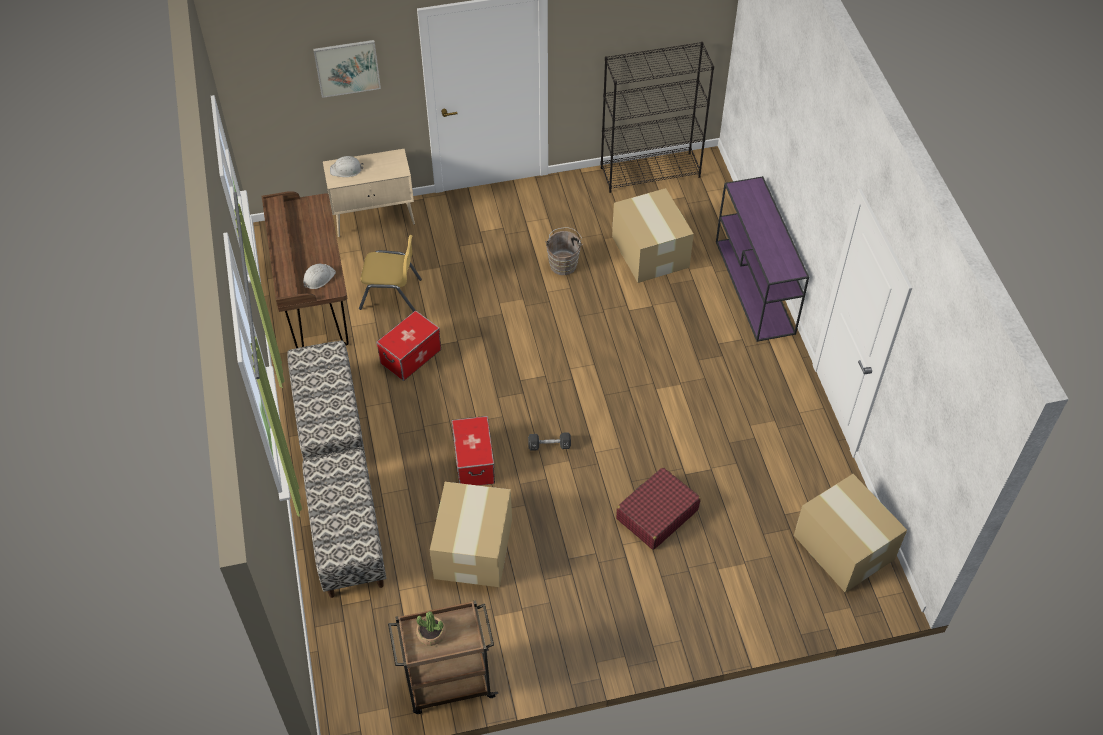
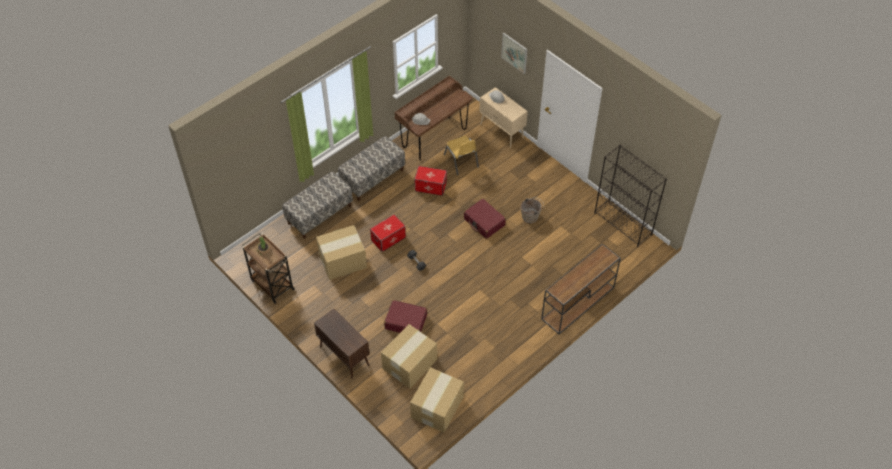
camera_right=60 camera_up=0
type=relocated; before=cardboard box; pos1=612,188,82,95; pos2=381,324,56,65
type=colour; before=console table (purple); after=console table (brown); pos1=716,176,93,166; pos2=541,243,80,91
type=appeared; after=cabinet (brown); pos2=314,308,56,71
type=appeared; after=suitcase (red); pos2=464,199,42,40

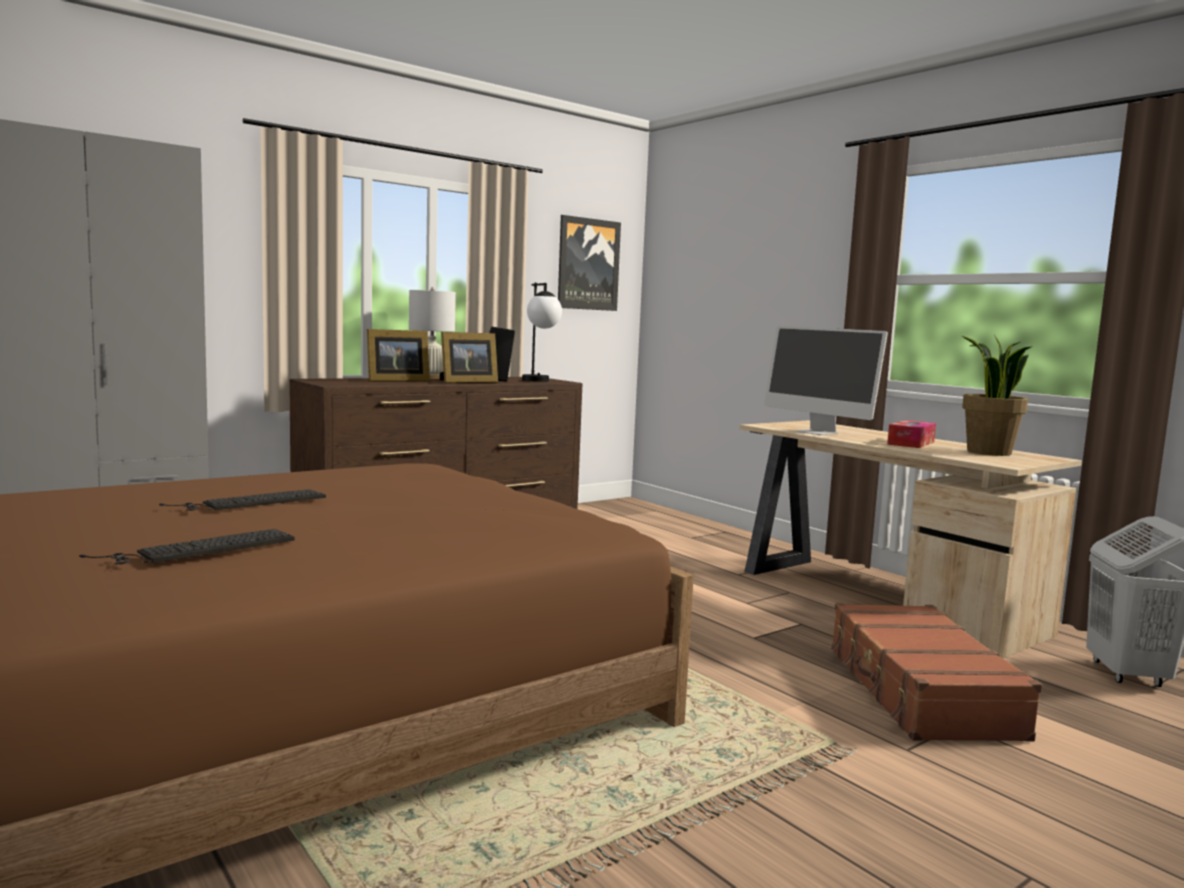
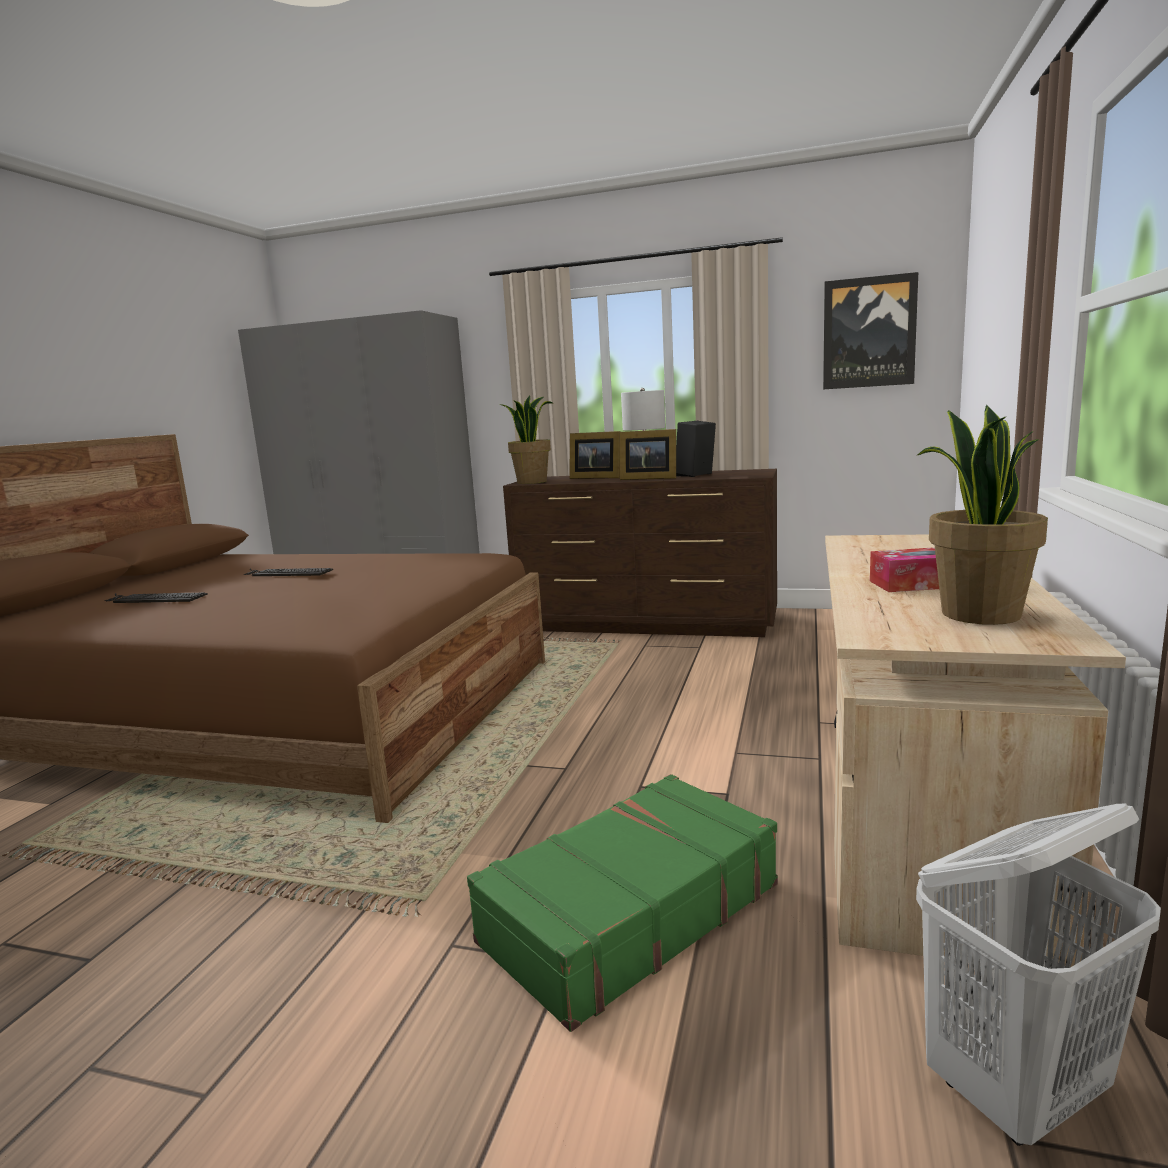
camera_right=55 camera_up=5
type=missing; before=table lamp; pos1=522,283,40,99
type=missing; before=monitor; pos1=764,326,124,109
type=colour; before=suitcase (brown); after=suitcase (green); pos1=830,603,212,139; pos2=467,774,311,258
type=appeared; after=potted plant; pos2=500,396,53,88

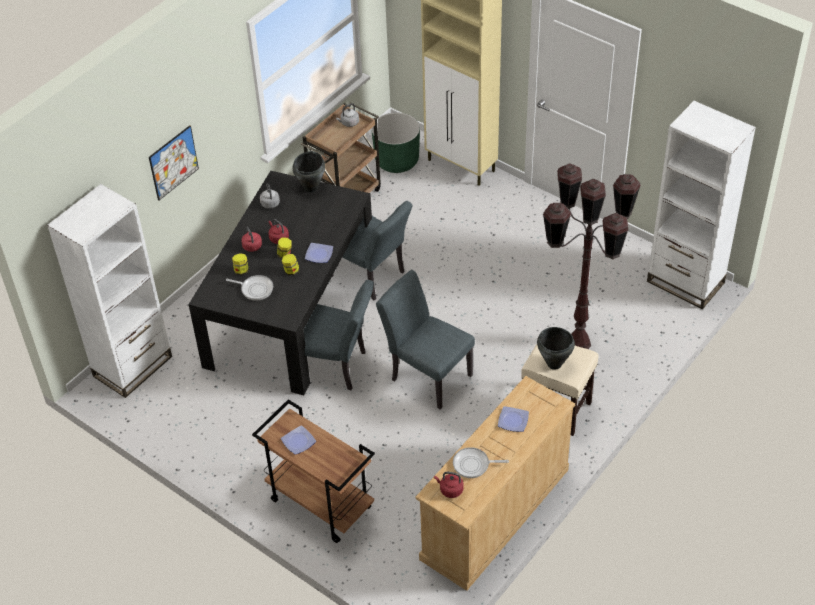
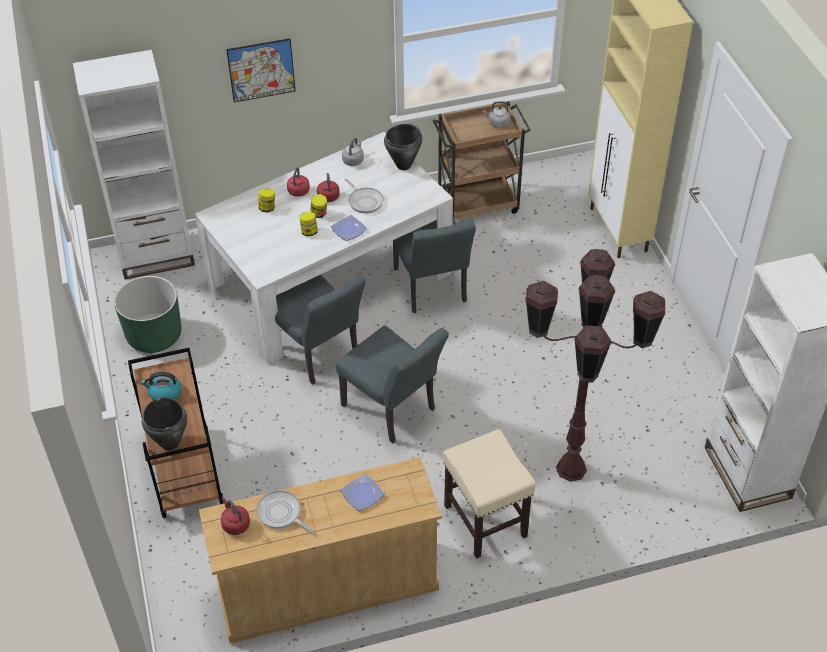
camera_right=35 camera_up=0
type=colour; before=dining table (black); after=dining table (white); pos1=188,171,184,224; pos2=195,132,258,232
type=relocated; before=frying pan; pos1=226,275,47,26; pos2=345,179,39,35
type=exchanged; before=plate; after=kettle; pos1=281,425,35,30; pos2=141,372,40,28
type=relocated; before=planter (green); pos1=371,113,49,60; pos2=114,276,67,77
type=spun; before=chair (grey); pos1=376,270,99,139; pos2=336,325,113,119; turn=150
type=relocated; before=cooking pot (black); pos1=537,327,38,43; pos2=142,397,45,53

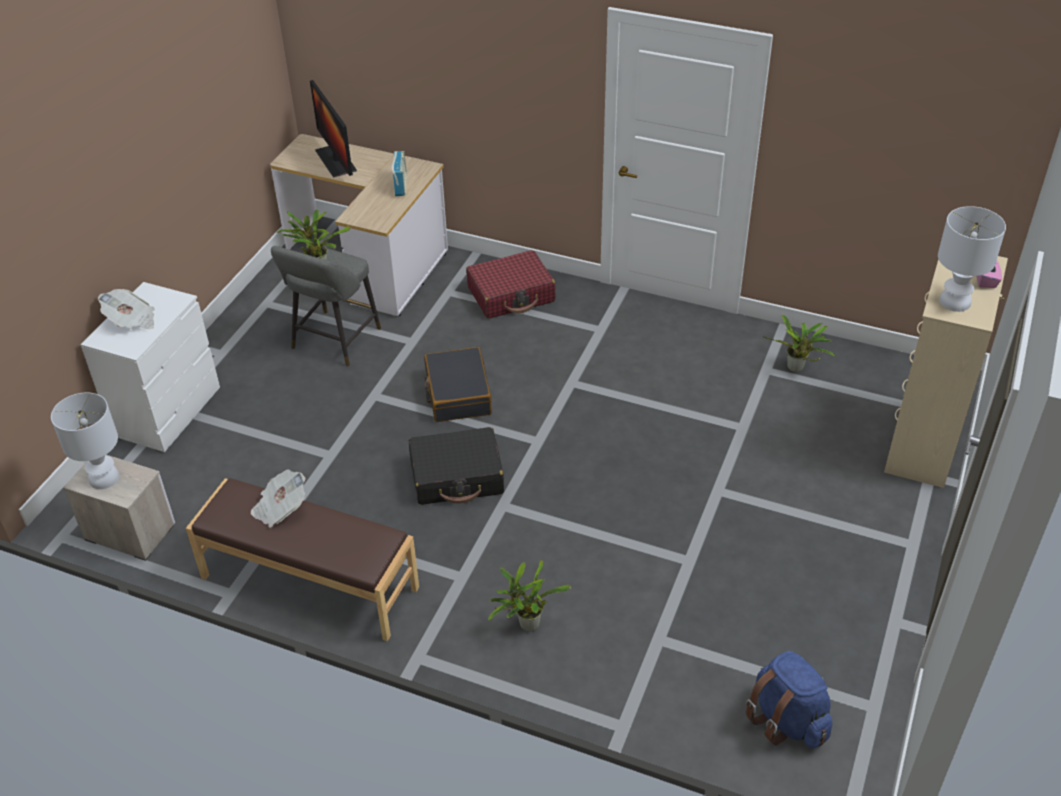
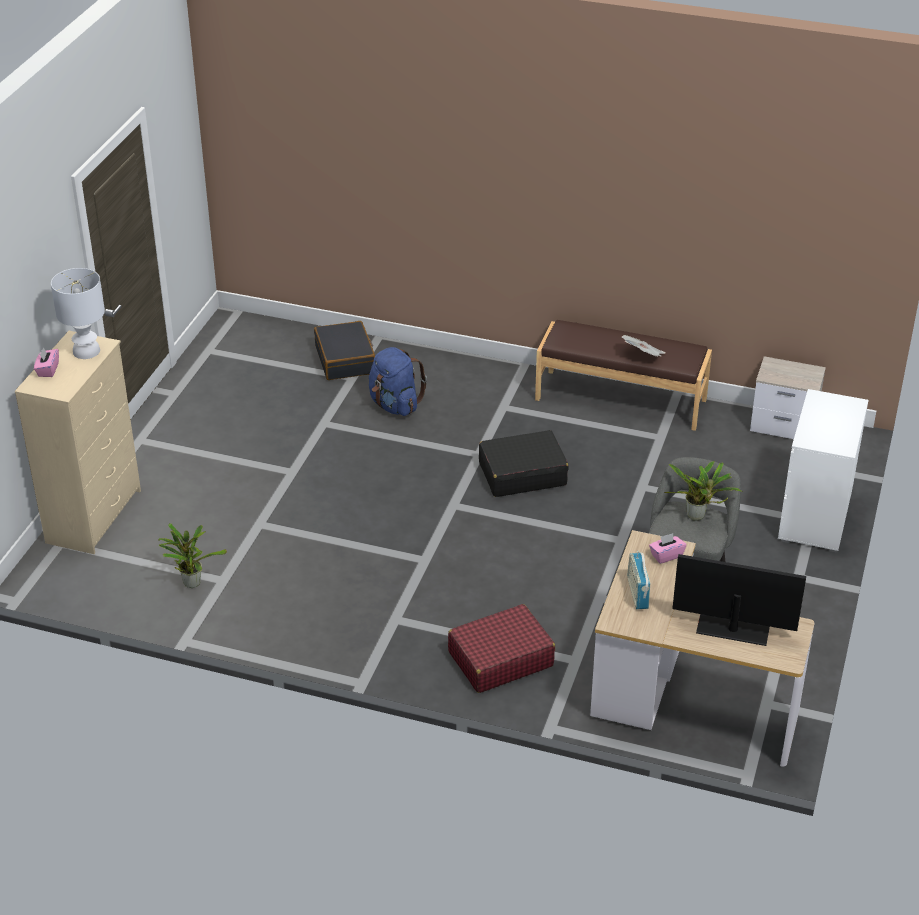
camera_right=175 camera_up=-5
type=missing; before=table lamp (white); pos1=51,392,69,97
type=missing; before=newspaper; pos1=98,289,57,40
type=spun; before=monitor; pos1=310,80,47,97; pos2=672,554,134,92; turn=-45
type=relocated; before=suitcase (black); pos1=424,347,68,75; pos2=314,321,61,59
type=missing; before=potted plant; pos1=488,560,83,71
type=relocated; before=backpack (blue); pos1=746,651,86,97; pos2=369,347,58,69
type=appeared; after=tissue box (pink); pos2=649,533,37,31

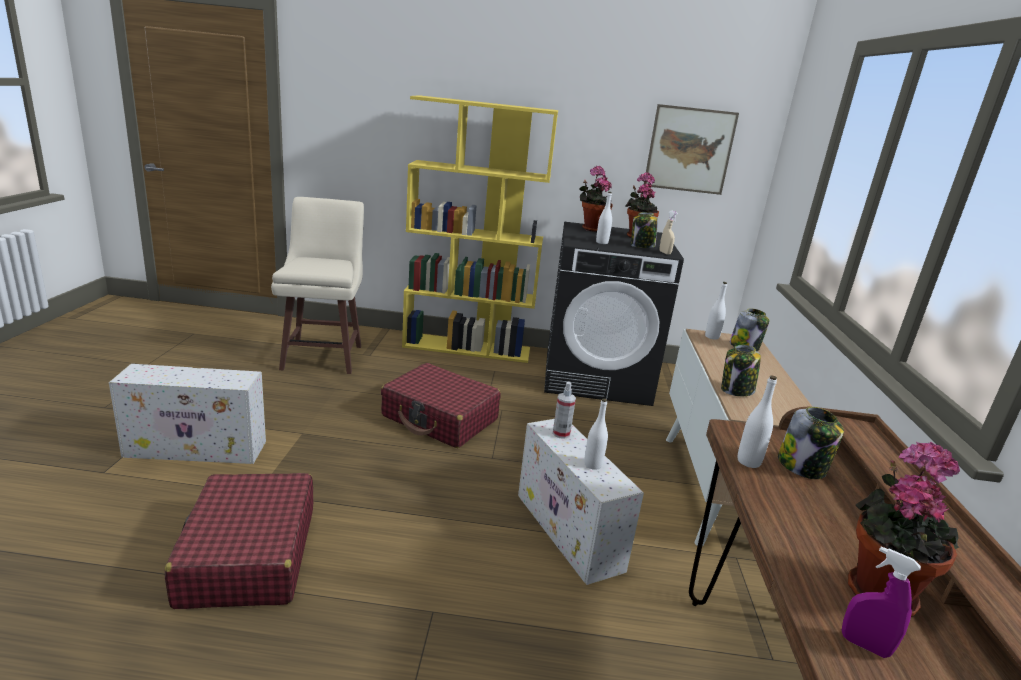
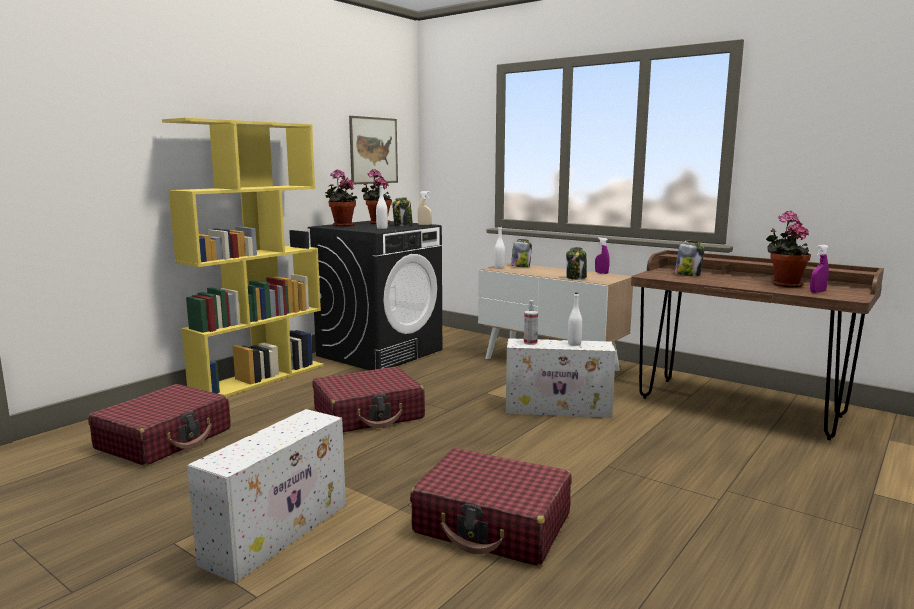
camera_right=-55 camera_up=-10
type=exchanged; before=stool (beige); after=suitcase (red); pos1=271,197,93,177; pos2=88,384,143,82
type=missing; before=bottle (white); pos1=737,376,40,92
type=appeared; after=spray bottle (purple); pos2=595,237,15,37

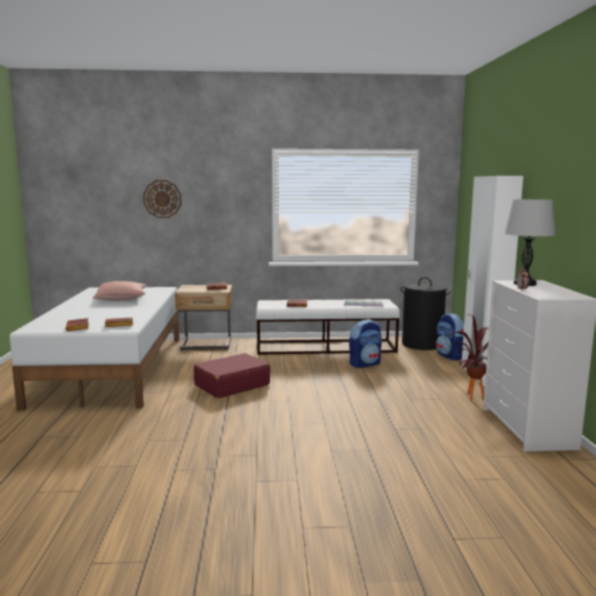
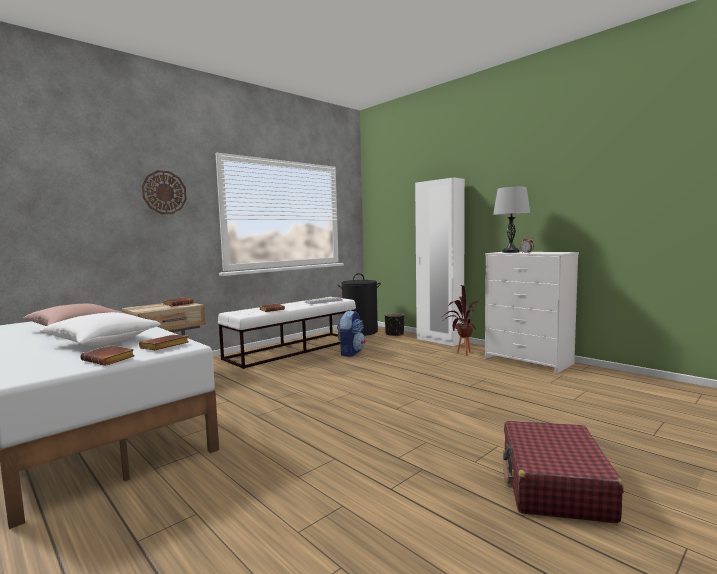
camera_right=-40 camera_up=-5
type=relocated; before=wall clock; pos1=143,180,39,38; pos2=142,170,45,44
type=relocated; before=suitcase (red); pos1=194,353,76,45; pos2=503,421,121,102
type=exchanged; before=backpack; after=planter (black); pos1=436,313,28,48; pos2=385,313,19,24
type=appeared; after=pillow (white); pos2=39,312,122,33

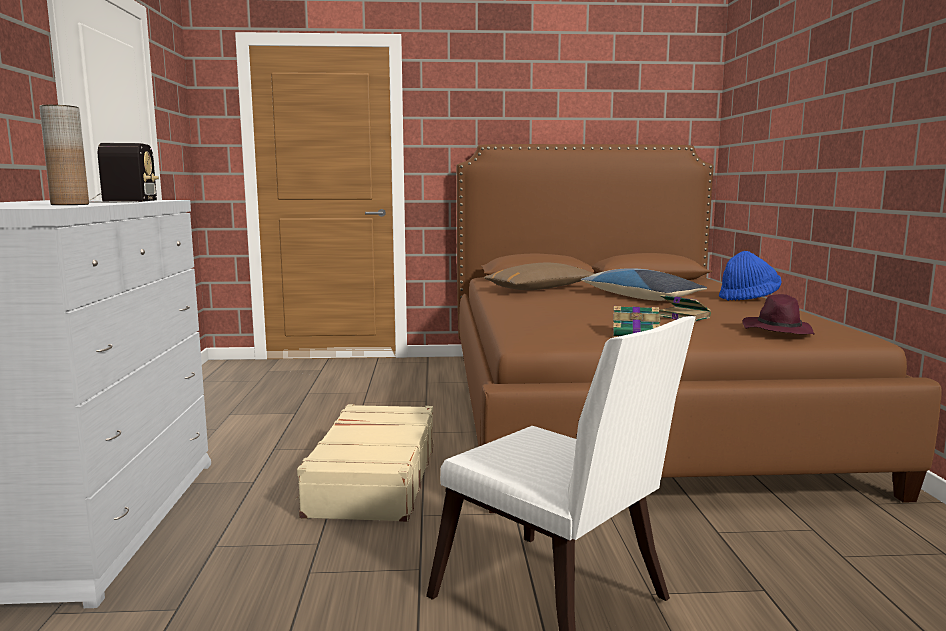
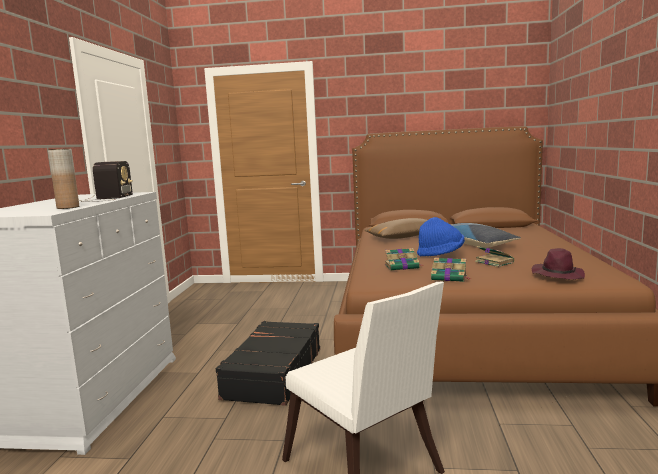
camera_right=10 camera_up=0
type=colour; before=suitcase (beige); after=suitcase (black); pos1=296,404,138,118; pos2=216,321,104,85
type=relocated; before=hat (blue); pos1=719,251,62,50; pos2=417,217,48,39
type=appeared; after=book; pos2=385,248,39,23

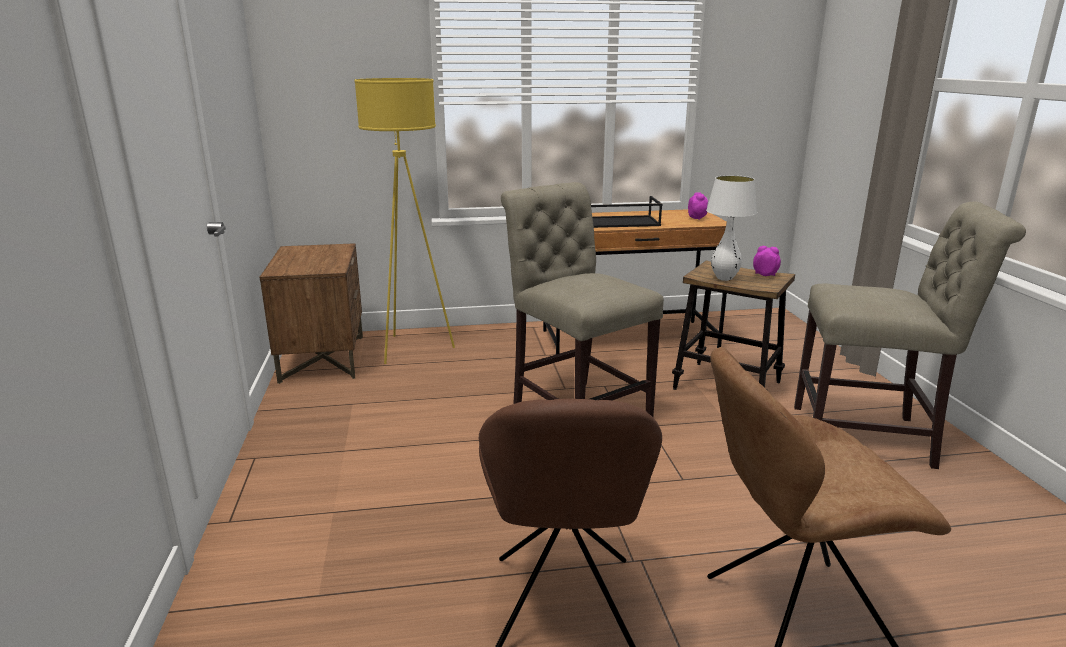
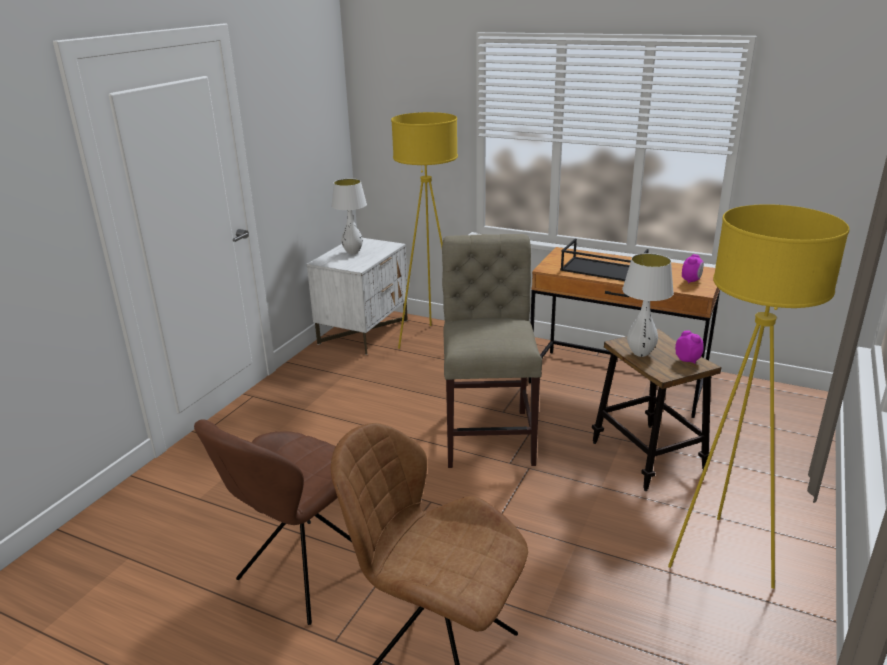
camera_right=35 camera_up=5
type=colour; before=nightstand (brown); after=nightstand (white); pos1=259,243,104,141; pos2=306,238,102,117
type=exchanged; before=chair (beige); after=floor lamp (yellow); pos1=794,202,232,267; pos2=668,204,182,385
type=appeared; after=table lamp (white); pos2=331,179,36,75

